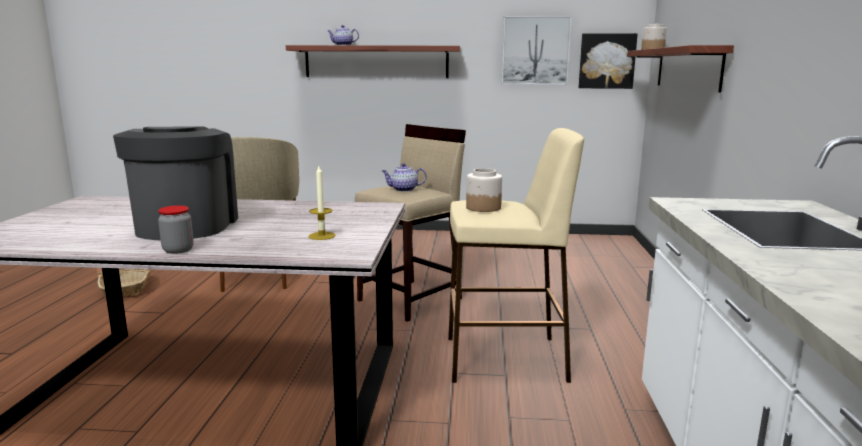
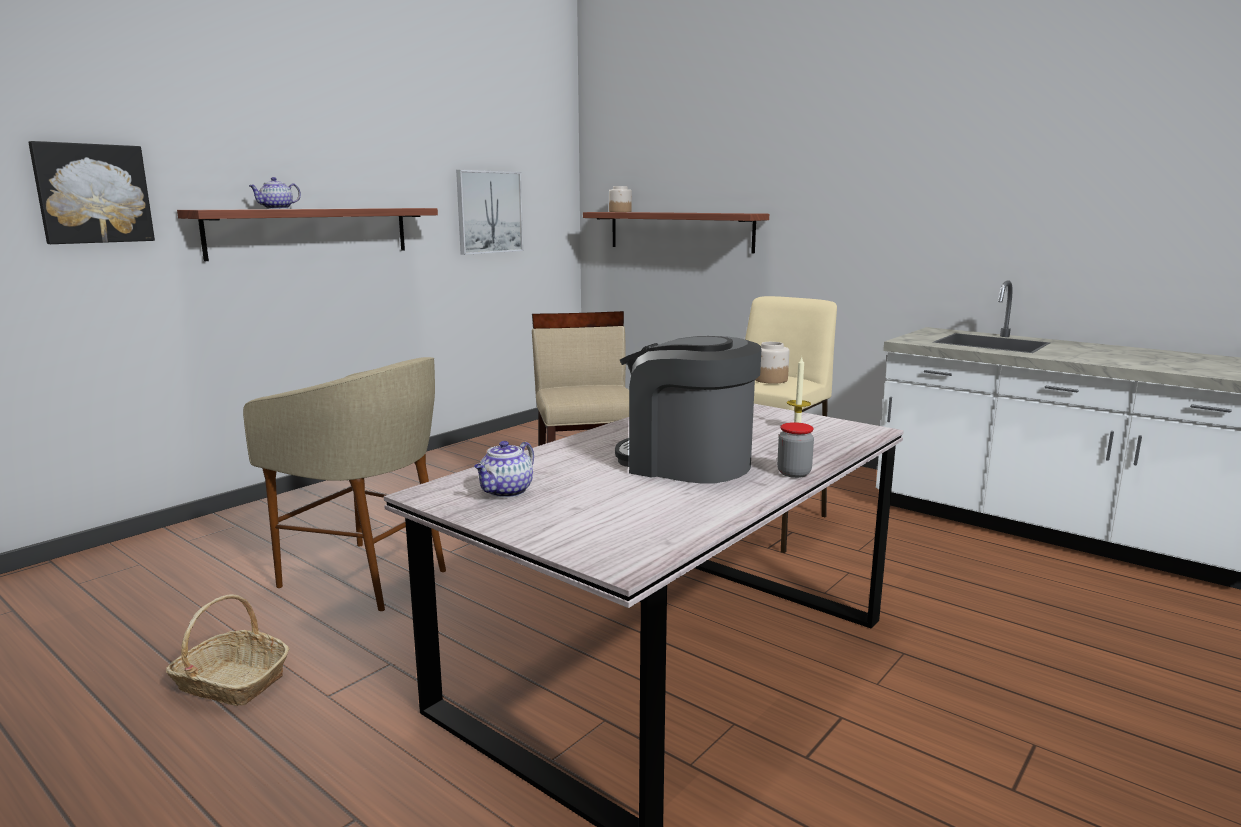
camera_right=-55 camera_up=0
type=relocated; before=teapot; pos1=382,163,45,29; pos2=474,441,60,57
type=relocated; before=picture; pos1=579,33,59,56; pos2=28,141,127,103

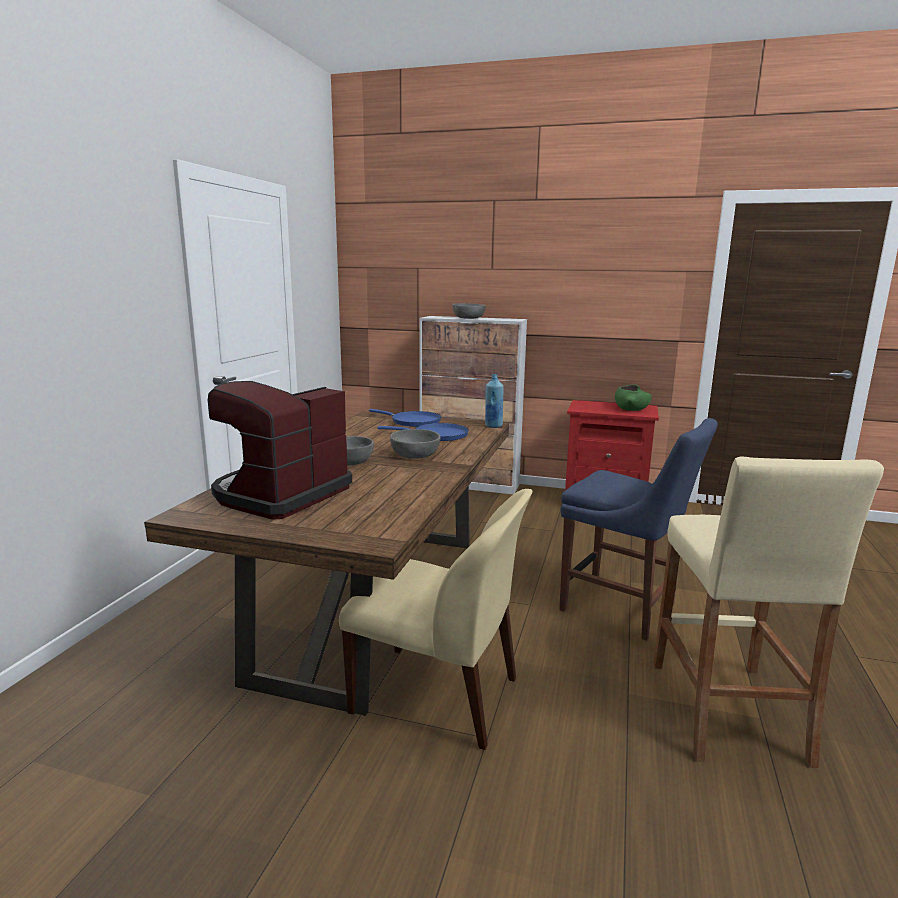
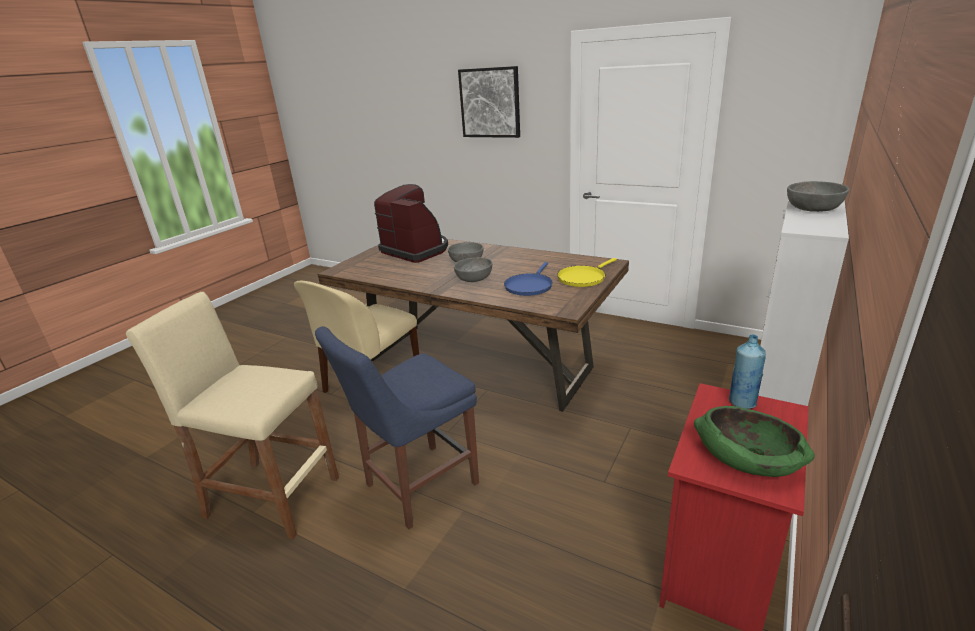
camera_right=105 camera_up=10
type=colour; before=frying pan (blue); after=frying pan (yellow); pos1=369,409,72,18; pos2=557,258,60,29
type=relocated; before=bottle (blue); pos1=485,374,18,54; pos2=729,334,37,75
type=appeared; after=picture; pos2=458,66,62,72

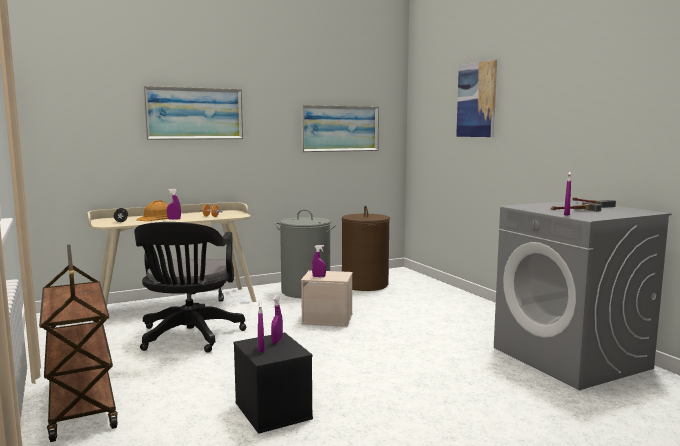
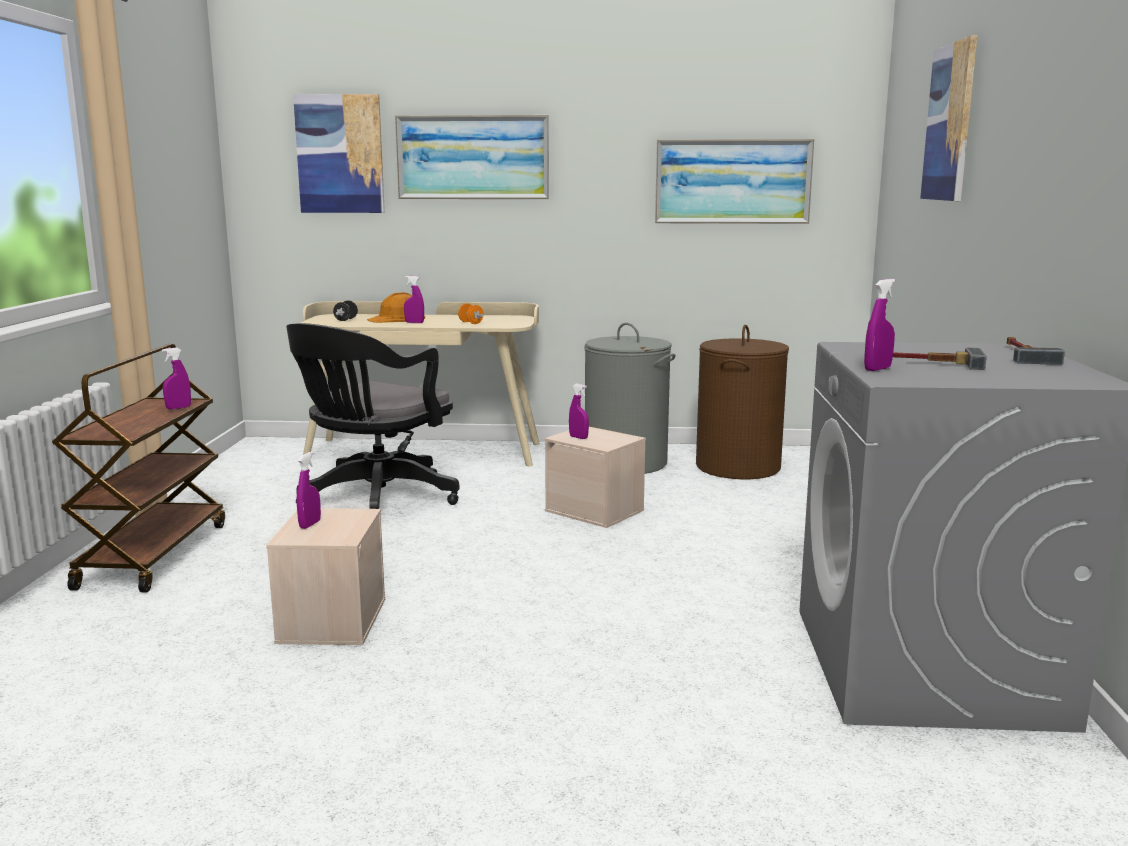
camera_right=30 camera_up=5
type=colour; before=storage box (black); after=storage box (beige); pos1=234,332,79,102; pos2=266,508,119,137
type=relocated; before=spray bottle (purple); pos1=271,295,12,49; pos2=162,347,29,62
type=appeared; after=picture; pos2=293,94,92,119

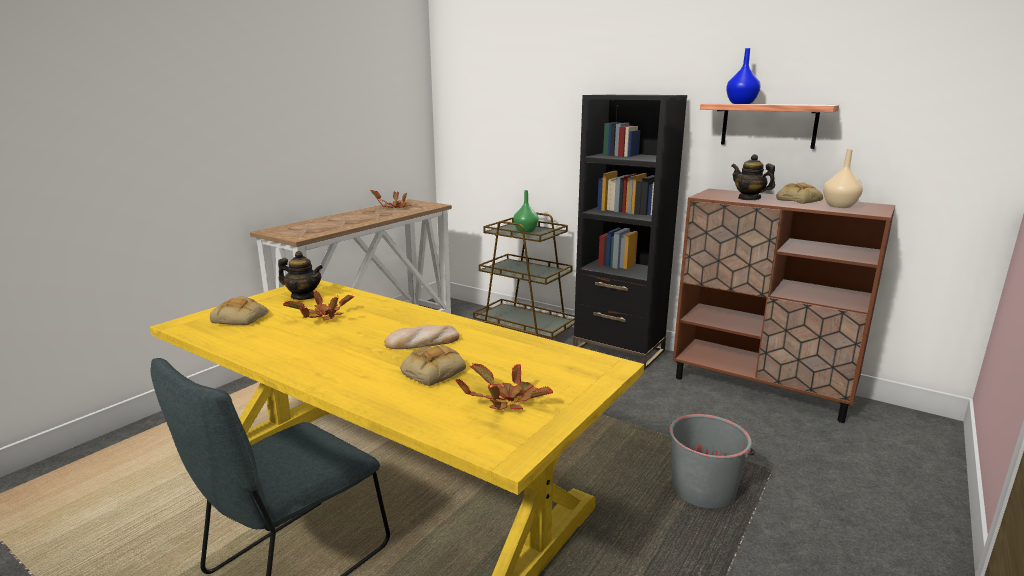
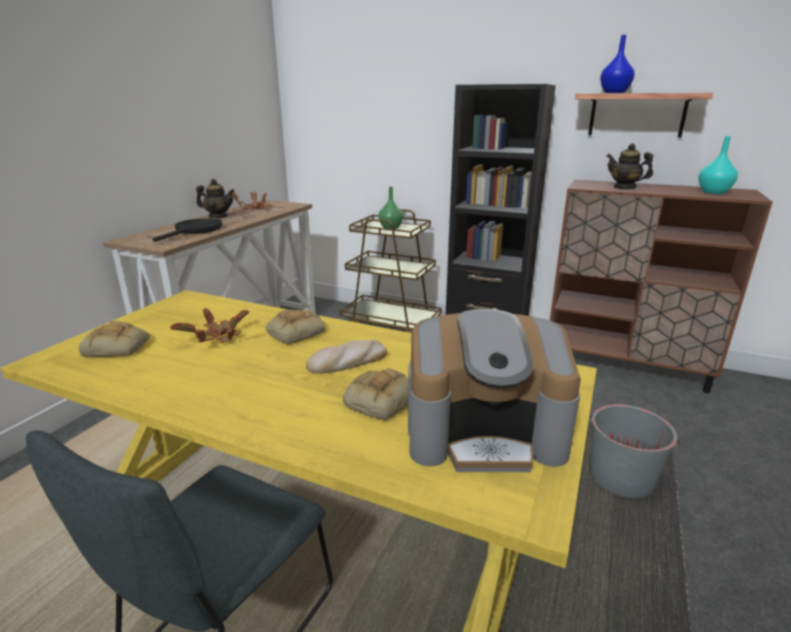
camera_right=-10 camera_up=5
type=relocated; before=teapot; pos1=278,251,45,49; pos2=196,179,39,39
type=exchanged; before=potted plant; after=coffee machine; pos1=455,363,98,47; pos2=408,309,173,163
type=relocated; before=bread; pos1=776,182,47,22; pos2=266,309,59,36
type=colour; before=vase (beige); after=vase (turquoise); pos1=823,149,40,59; pos2=698,136,40,58
type=appeared; after=frying pan (black); pos2=153,218,69,24

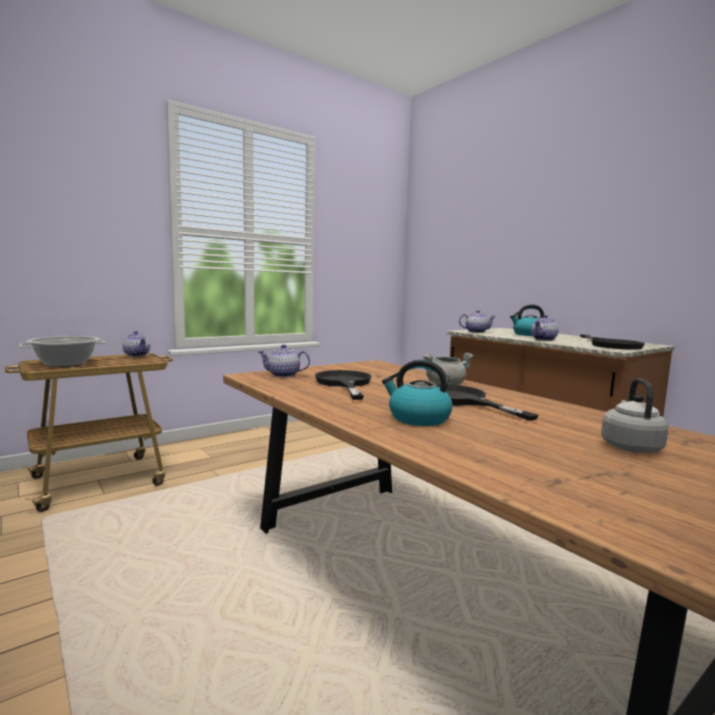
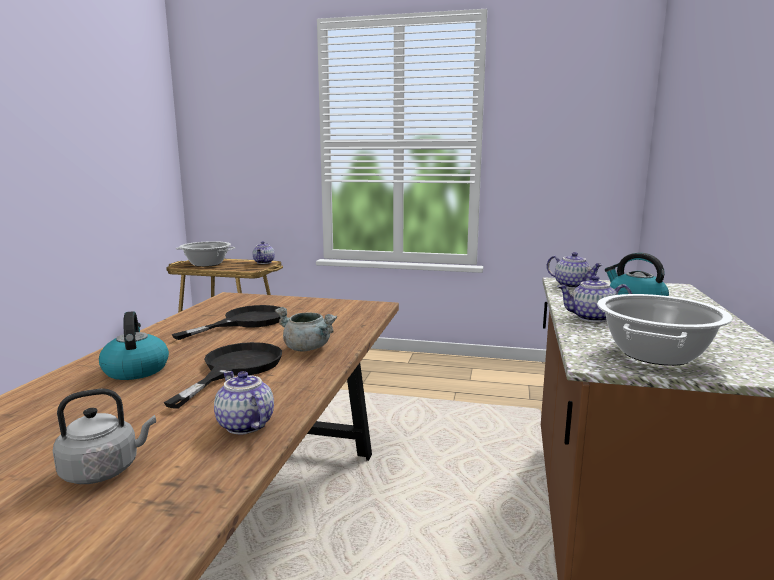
camera_right=50 camera_up=5
type=relocated; before=teapot; pos1=259,344,51,33; pos2=214,371,60,63
type=exchanged; before=frying pan (black); after=cooking pot; pos1=580,335,65,15; pos2=597,294,136,72

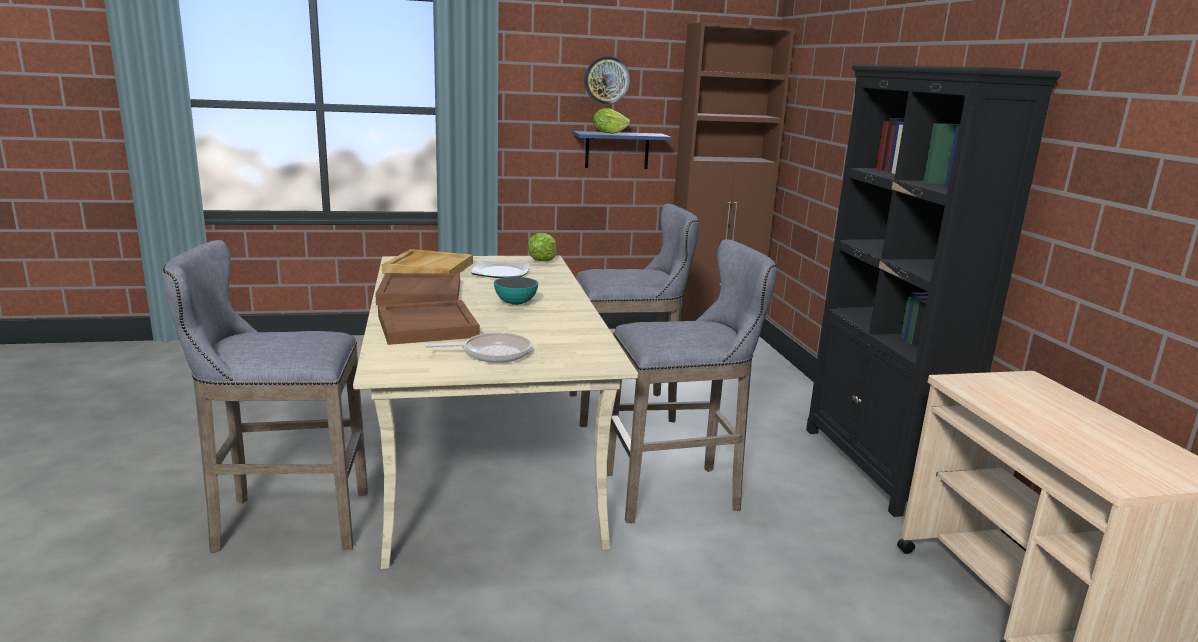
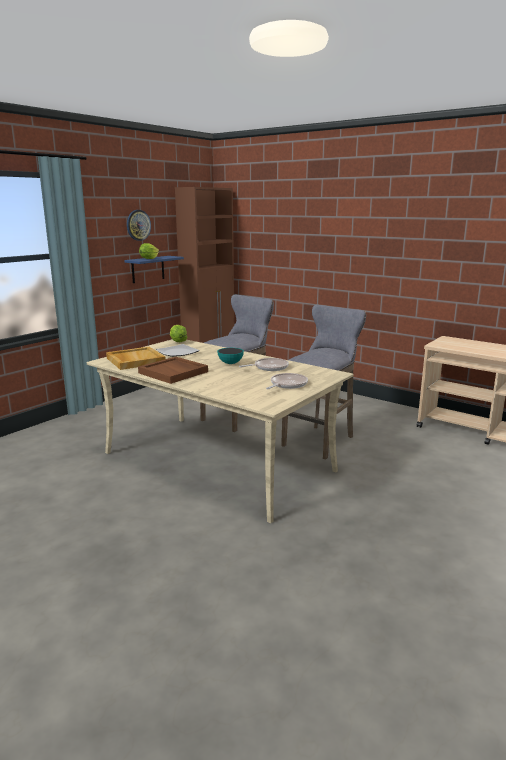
camera_right=-40 camera_up=0
type=missing; before=stool (grey); pos1=162,240,206,313
type=missing; before=tray (brown); pos1=378,300,102,45
type=missing; before=bookcase (black); pos1=806,64,255,453
type=appeared; after=frying pan; pos2=239,358,50,13

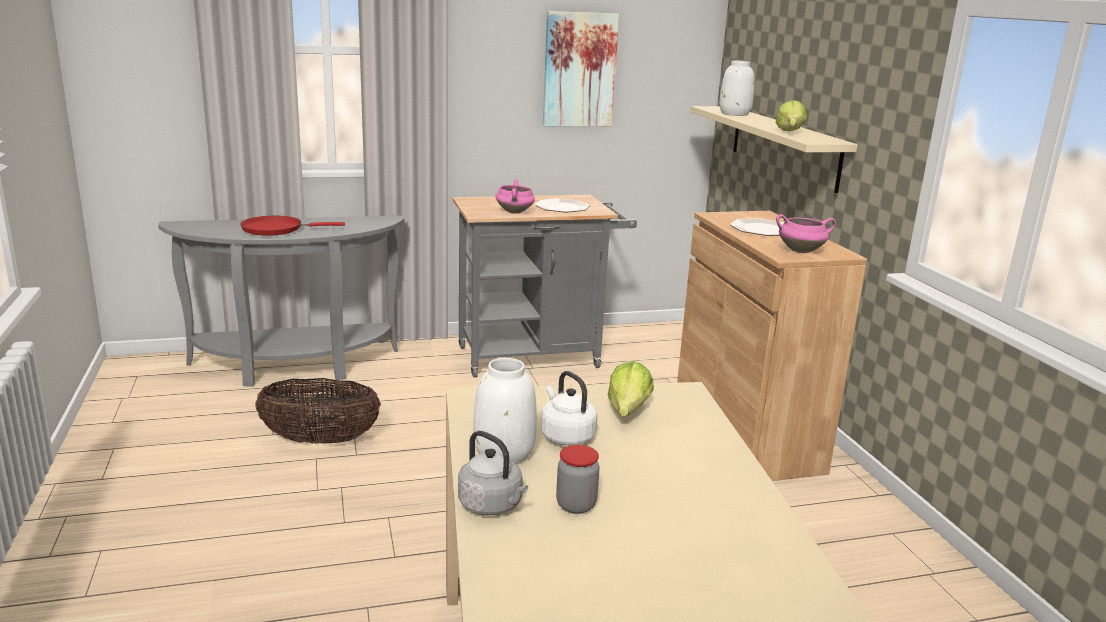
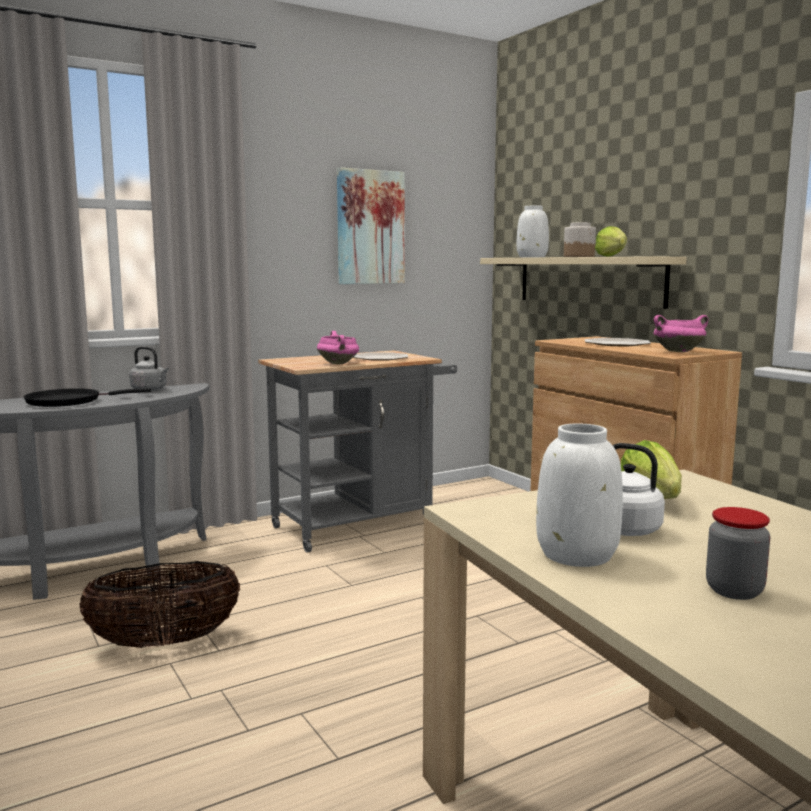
camera_right=-15 camera_up=-10
type=colour; before=frying pan (red); after=frying pan (black); pos1=240,216,105,20; pos2=24,388,127,19
type=relocated; before=kettle (grey); pos1=458,431,70,84; pos2=129,346,40,45
type=appeared; after=jar; pos2=564,222,32,35

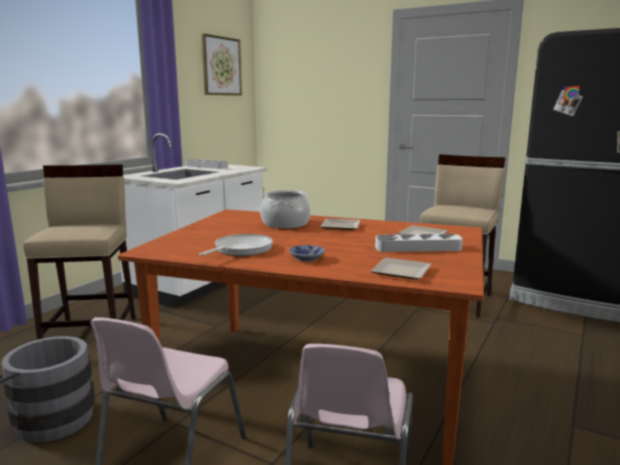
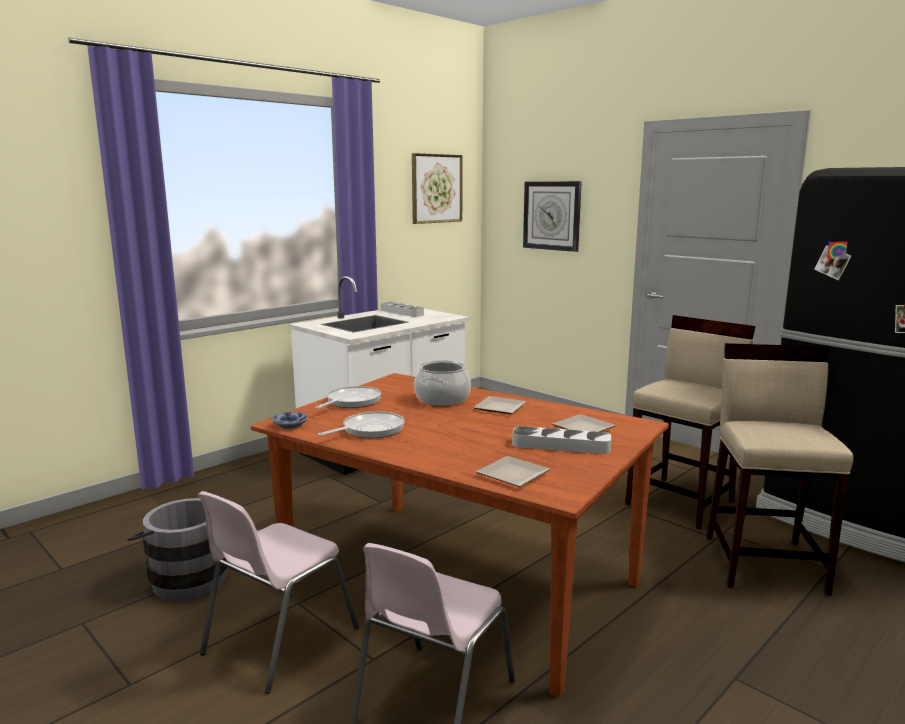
camera_right=15 camera_up=0
type=relocated; before=stool (beige); pos1=23,164,113,176; pos2=706,343,147,253
type=relocated; before=bowl; pos1=289,245,36,17; pos2=272,412,36,17
type=appeared; after=frying pan; pos2=315,386,66,23
type=appeared; after=wall clock; pos2=523,181,59,71

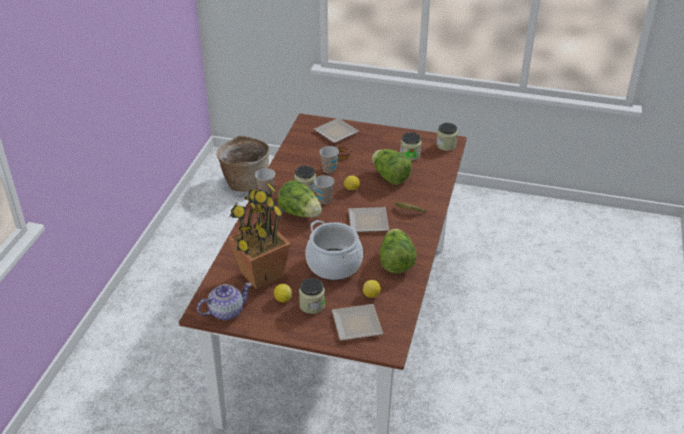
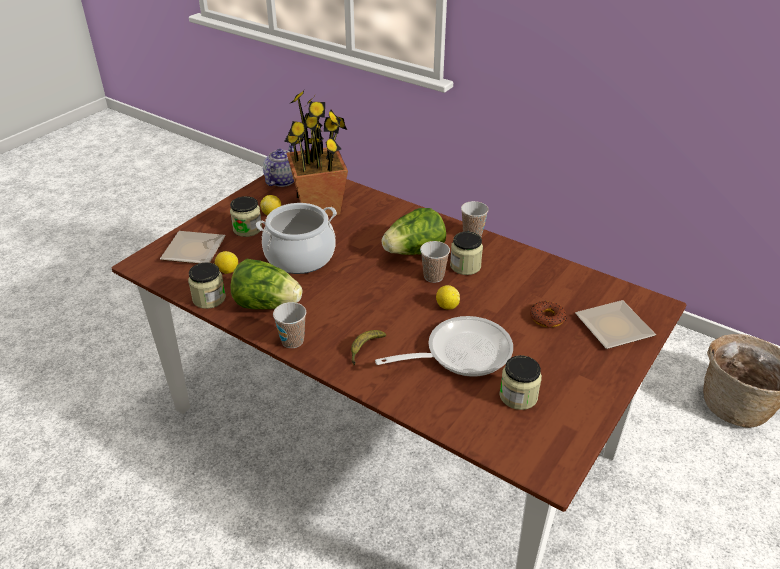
camera_right=110 camera_up=0
type=spun; before=teapot; pos1=197,283,55,37; pos2=263,144,31,43; turn=-150
type=relocated; before=cup; pos1=319,146,20,28; pos2=273,302,33,46
type=missing; before=plate; pos1=348,207,41,25
type=exchanged; before=lettuce; after=frying pan; pos1=372,149,40,36; pos2=375,316,138,61
type=relocated; before=jar; pos1=436,123,22,28; pos2=188,262,38,47

